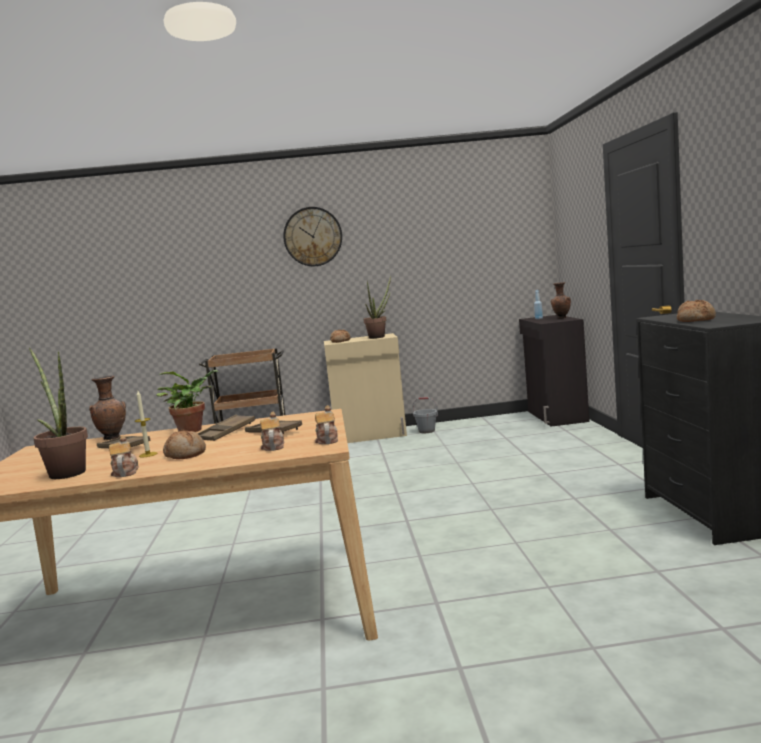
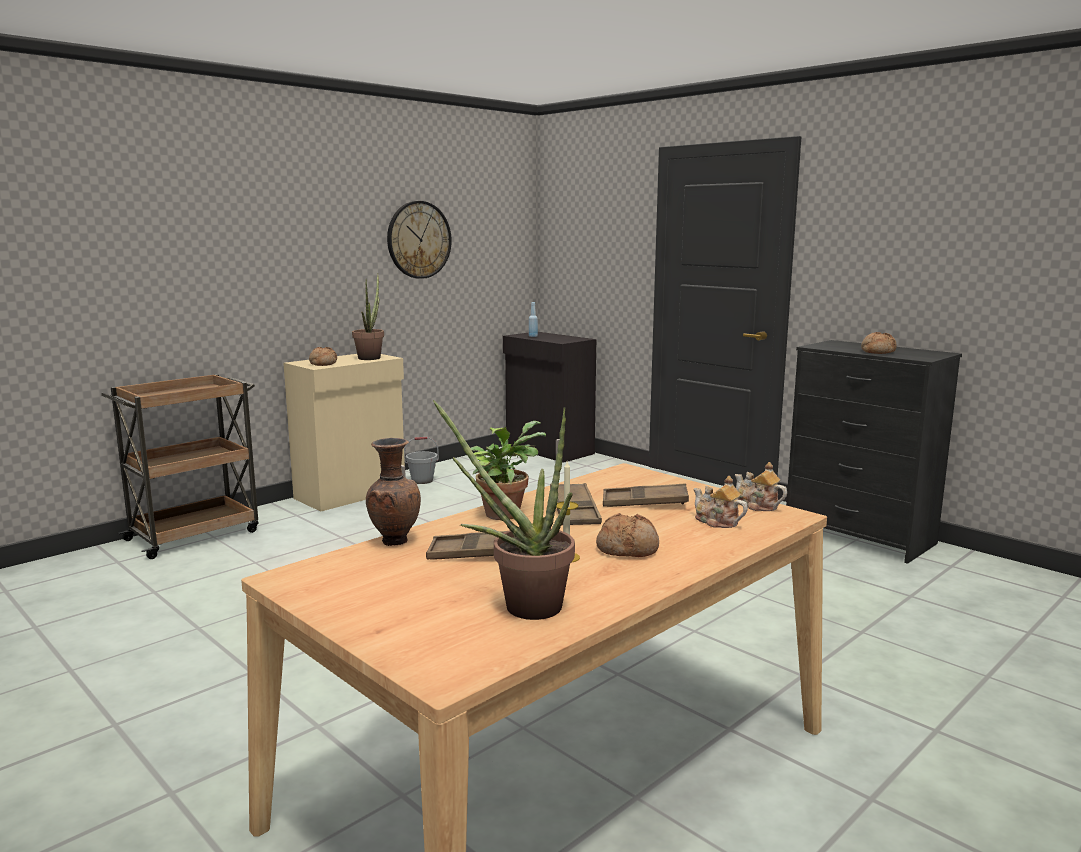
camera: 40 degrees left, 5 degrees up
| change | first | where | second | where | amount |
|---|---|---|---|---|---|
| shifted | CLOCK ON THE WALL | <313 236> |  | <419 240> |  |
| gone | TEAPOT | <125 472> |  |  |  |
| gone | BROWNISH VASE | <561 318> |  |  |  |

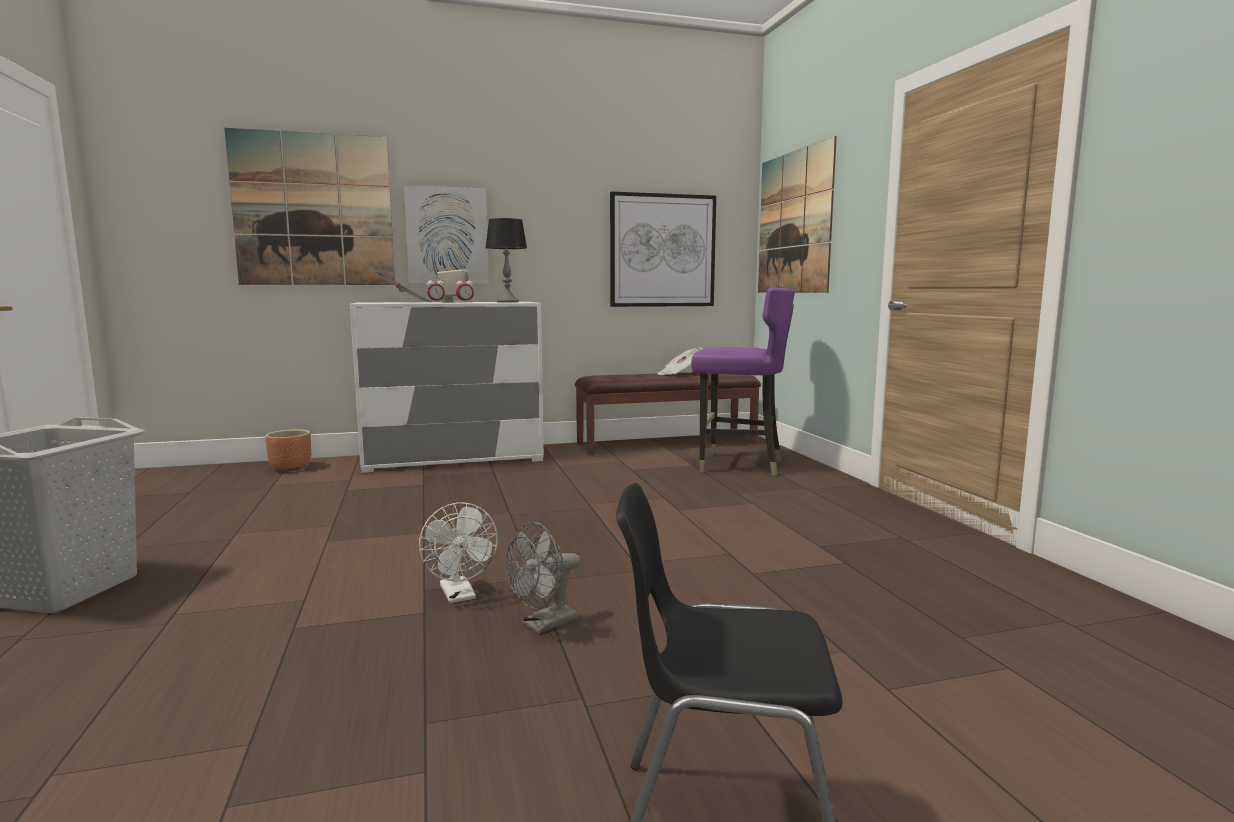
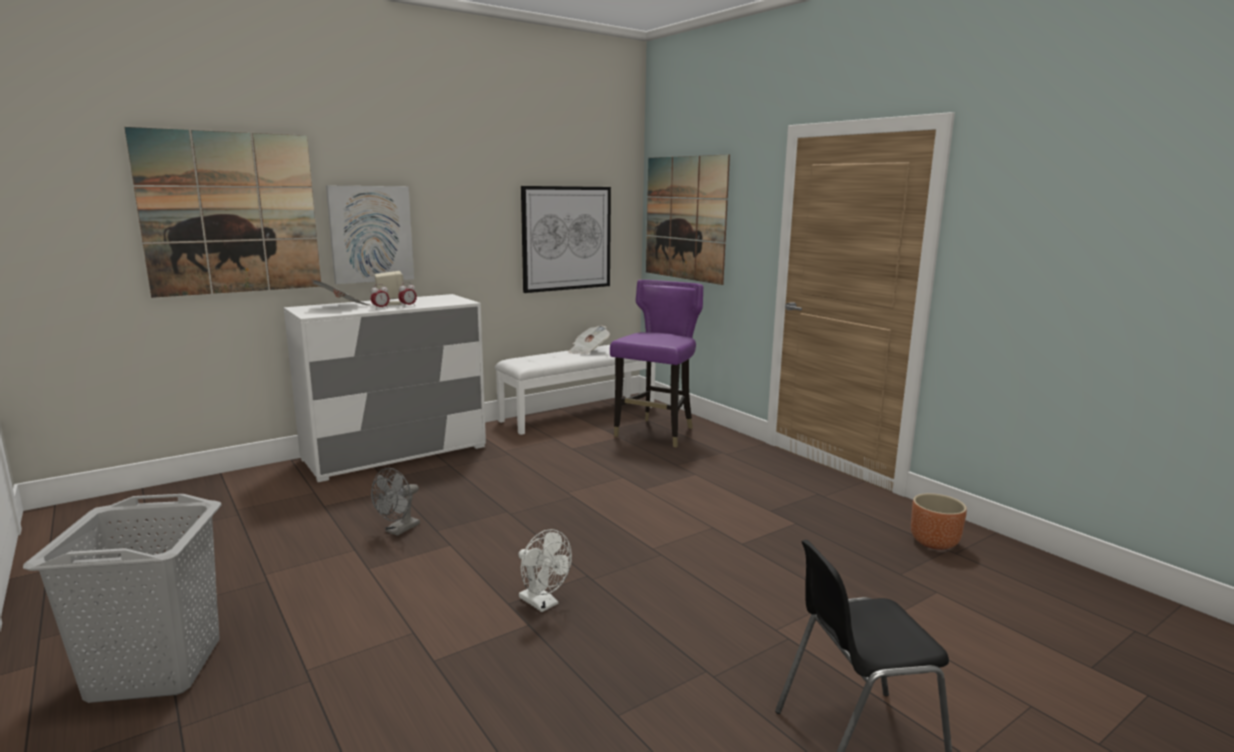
camera: 20 degrees left, 5 degrees up
| change | first | where | second | where | amount |
|---|---|---|---|---|---|
| shifted | GREYISH ELECTRIC FAN | <544 625> |  | <399 530> |  |
| repainted | BROWNISH INDOOR BENCH | <666 443> | WHITISH INDOOR BENCH | <578 413> |  |
| rotated | PURPLISH PLAIN CHAIR | <738 465> |  | <656 433> | 60 degrees counterclockwise |
| shifted | BROWNISH PLANT POT | <290 468> |  | <933 542> |  |
| gone | TABLETOP LAMP | <507 302> |  |  |  |

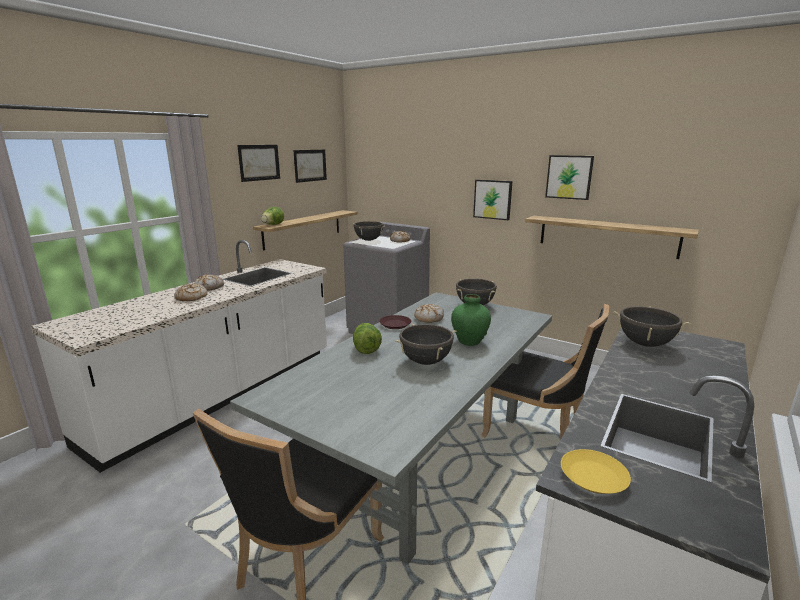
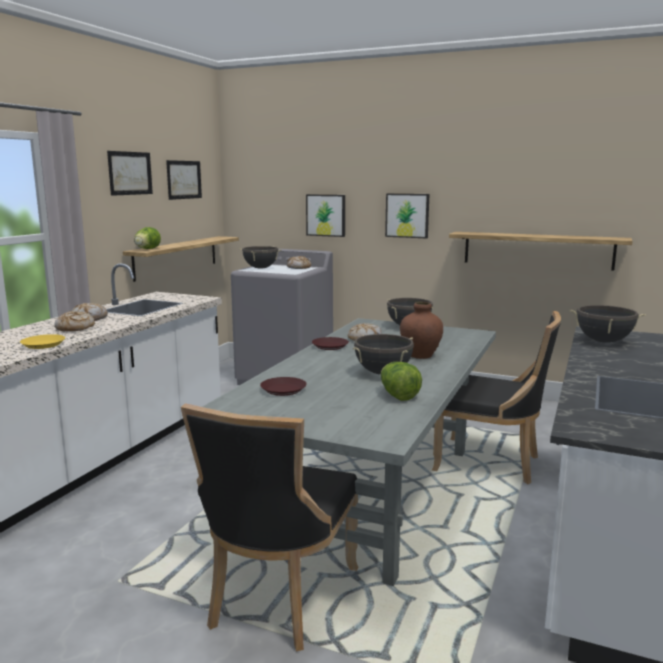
camera: 10 degrees left, 5 degrees down
| change | first | where | second | where | amount |
|---|---|---|---|---|---|
| shifted | YELLOW FLAT DISH | <594 477> |  | <43 345> |  |
| new |  |  | BROWNISH FLAT DISH | <283 390> |  |
| shifted | WALL ART | <569 177> |  | <326 215> |  |
| shifted | LETTUCE HEAD | <366 348> |  | <398 395> |  |
| repainted | GREEN VASE | <469 341> | BROWNISH VASE | <420 355> |  |

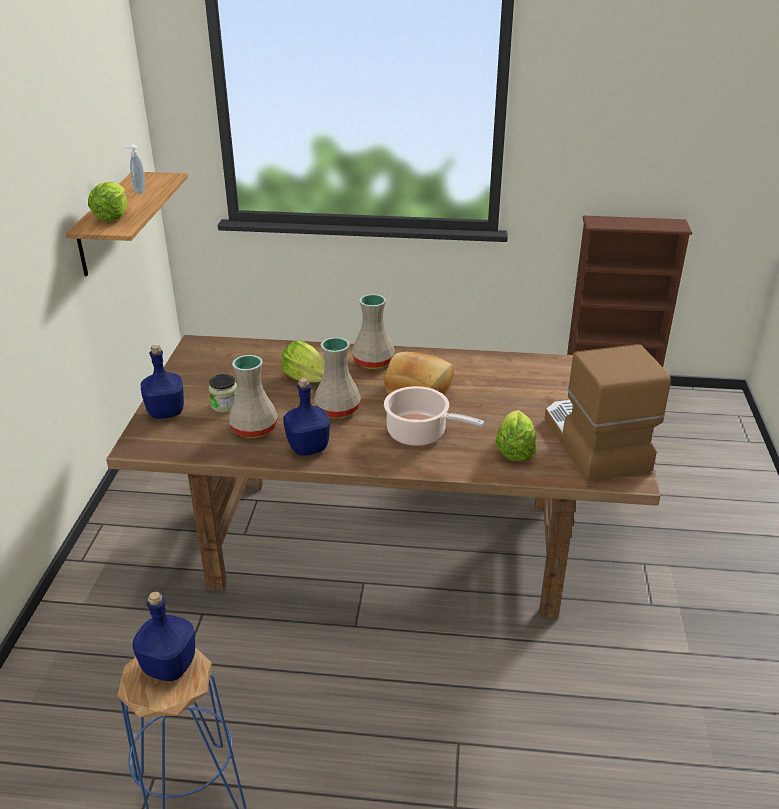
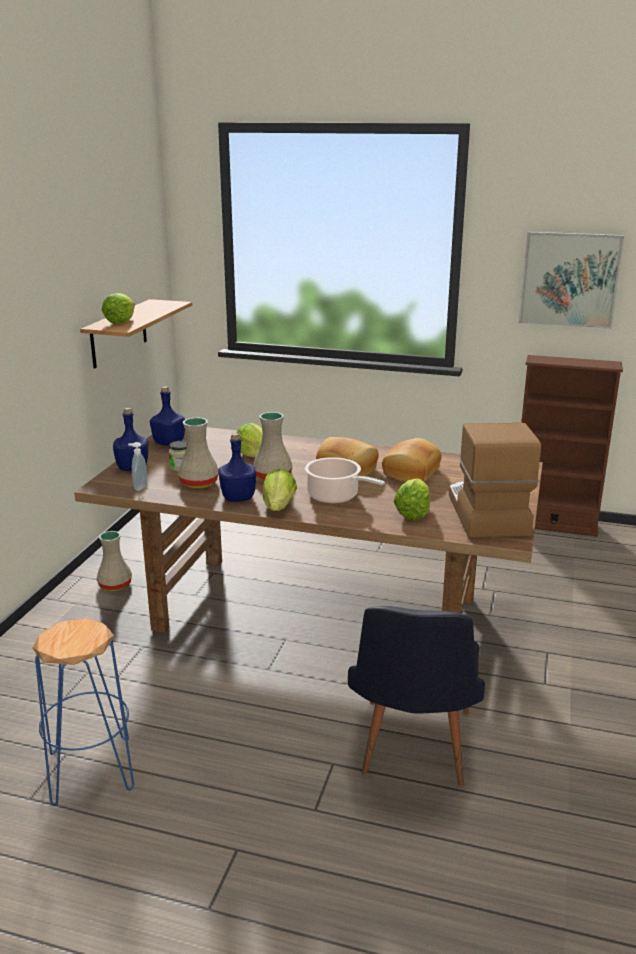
camera: 10 degrees right, 10 degrees down
| change | first | where | second | where | amount |
|---|---|---|---|---|---|
| shifted | BEIGE VASE | <374 362> |  | <115 585> |  |
| shifted | SOAP BOTTLE | <139 191> |  | <139 487> |  |
| shifted | BLUE-COLOURED BOTTLE | <168 666> |  | <168 442> |  |
| new |  |  | LETTUCE HEAD | <279 507> |  |
| new |  |  | BLACKISH PLAIN CHAIR | <412 751> |  |
| new |  |  | BREAD | <410 472> |  |
| new |  |  | WALL ART | <569 279> |  |

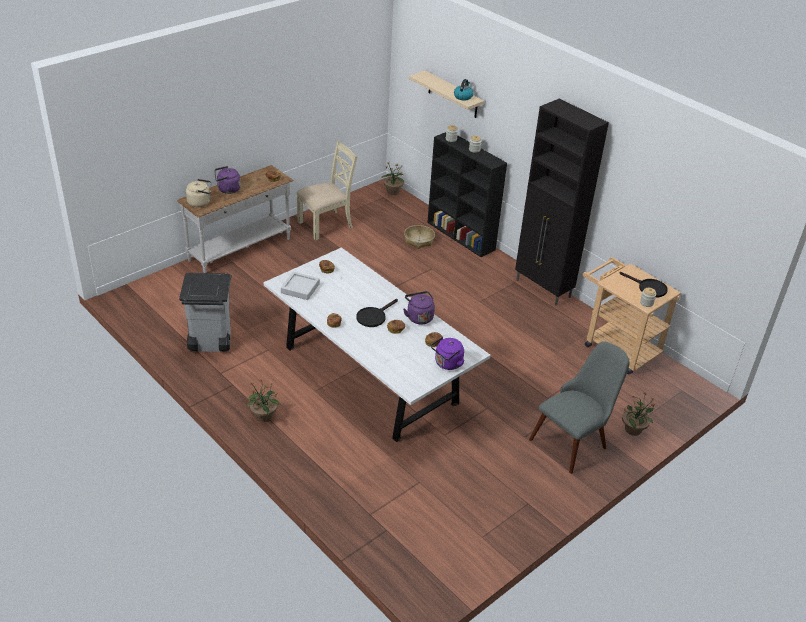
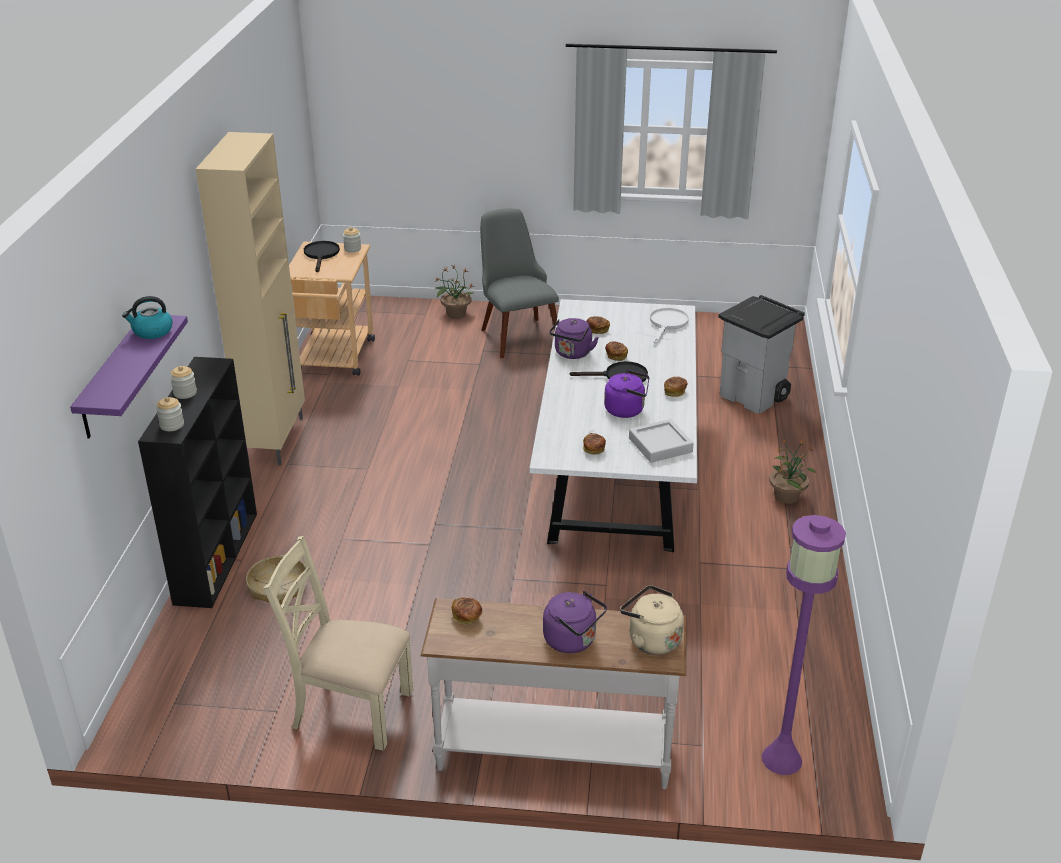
camera: 130 degrees left, 5 degrees down
| change | first | where | second | where | amount |
|---|---|---|---|---|---|
| repainted | BEIGE SHELF | <453 95> | PURPLISH SHELF | <112 377> |  |
| repainted | BLACKISH STORAGE CABINET | <543 289> | BEIGE STORAGE CABINET | <276 439> |  |
| rotated | GREYISH PLAIN CHAIR | <574 439> |  | <516 332> | 60 degrees clockwise |
| shifted | PURPLISH WATER KETTLE | <447 364> |  | <627 410> |  |
| new |  |  | WHITISH FRYING PAN | <667 324> |  |
| shifted | GREYISH RUBBISH BIN | <210 342> |  | <754 396> |  |
| new |  |  | PURPLISH STANDARD LAMP | <782 759> |  |
| gone | HOUSEPLANT | <393 192> |  |  |  |

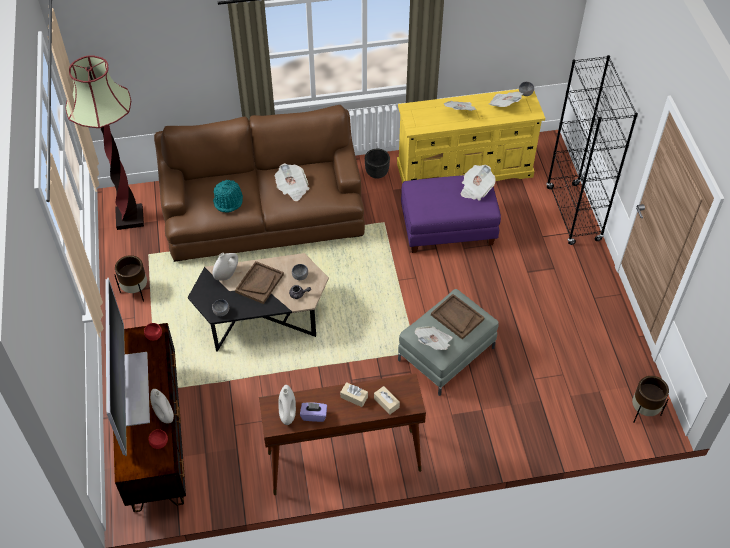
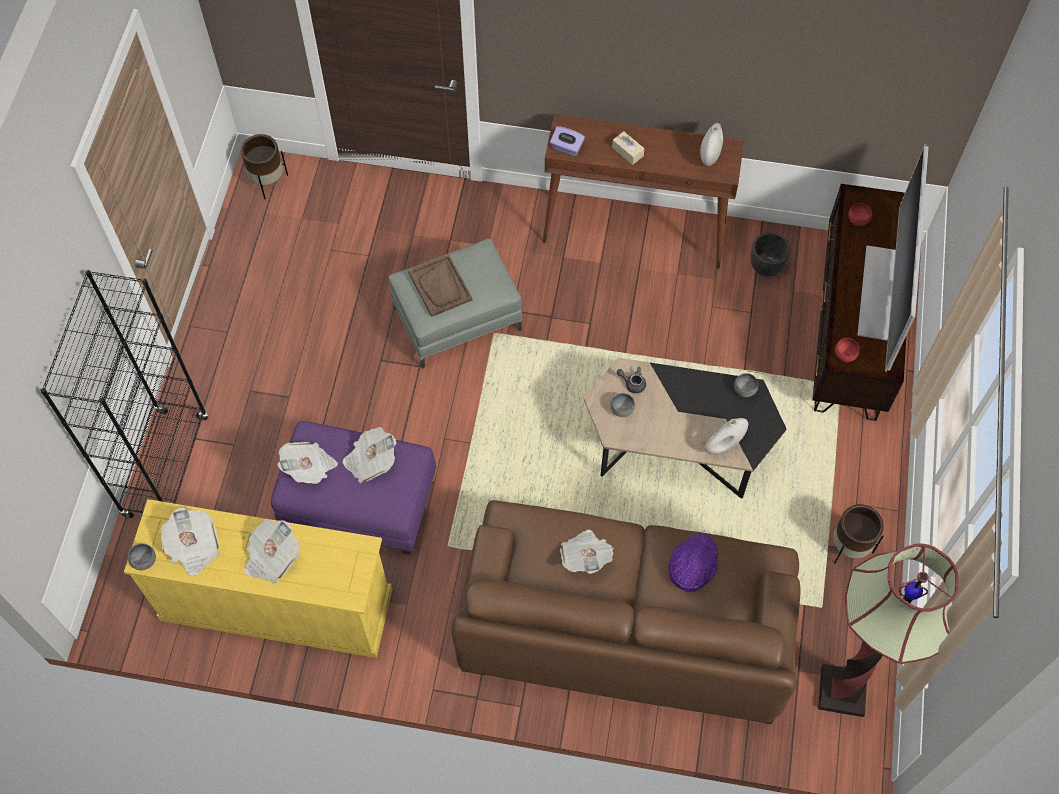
camera: 160 degrees left, 10 degrees up
| change | first | where | second | where | amount |
|---|---|---|---|---|---|
| shifted | DAILY PAPER | <434 343> |  | <370 461> |  |
| shifted | PURPLISH TISSUE HOLDER | <314 415> |  | <566 148> |  |
| repainted | TURQUOISE CLOTHING HAT | <228 201> | PURPLISH CLOTHING HAT | <691 566> |  |
| shifted | BLACKISH PLANT POT | <377 173> |  | <766 267> |  |
| gone | WHITISH VASE | <164 415> |  |  |  |
| gone | BROWNISH CARRYING TRAY | <259 283> |  |  |  |
| gone | BEIGE TISSUE HOLDER | <386 403> |  |  |  |

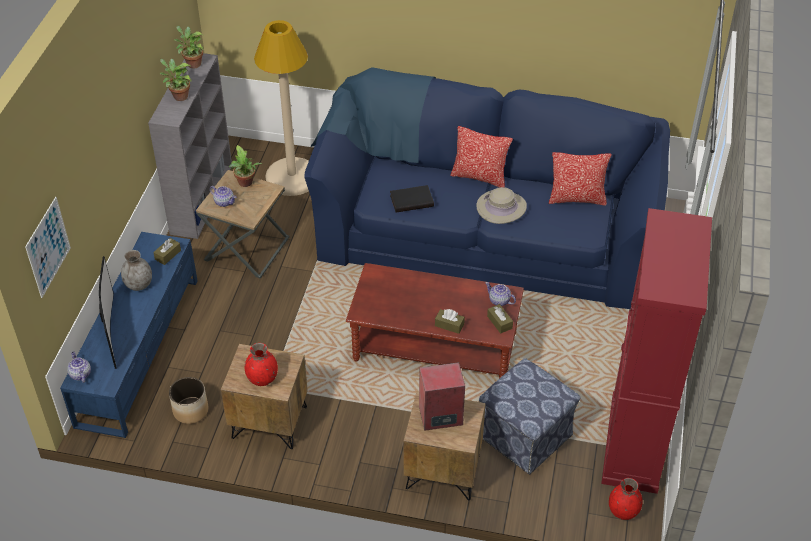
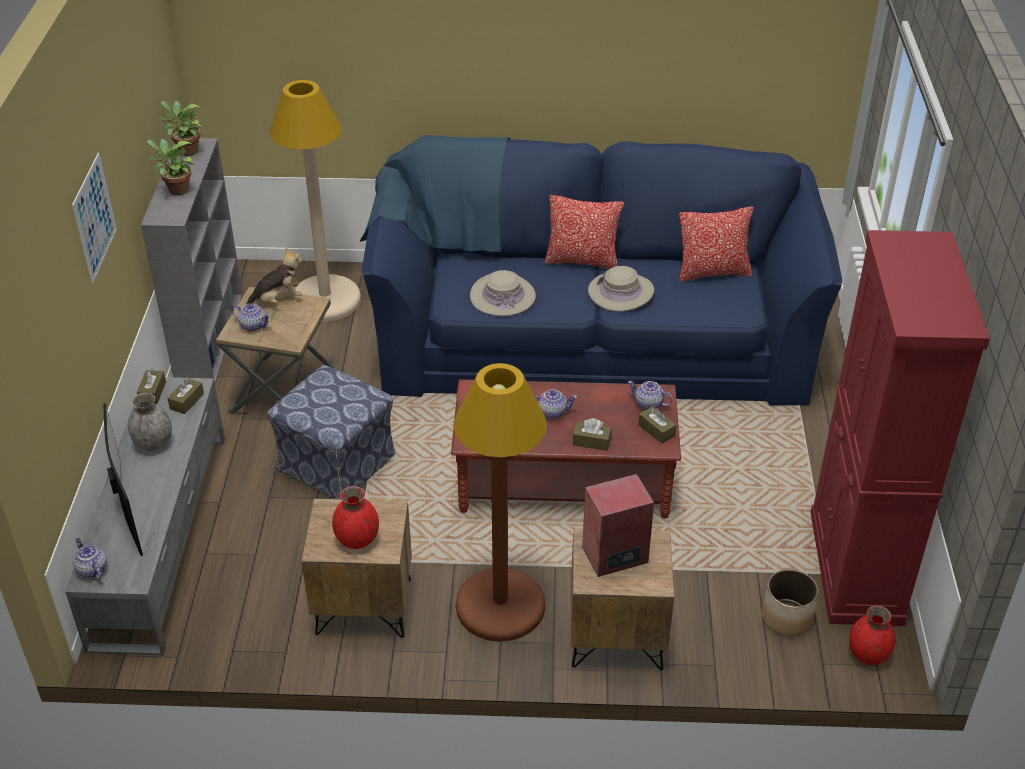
camera: 10 degrees left, 5 degrees down
| change | first | where | second | where | amount |
|---|---|---|---|---|---|
| repainted | BLUE-COLOURED TV UNIT | <139 349> | GREYISH TV UNIT | <161 536> |  |
| shifted | WALL ART | <48 247> |  | <94 217> |  |
| new |  |  | BROWNISH TISSUE HOLDER | <152 392> |  |
| swapped | HOUSEPLANT | <246 184> | CUDDLY TOY | <277 300> |  |
| shifted | OTTOMAN | <525 436> |  | <337 462> |  |
| new |  |  | BROWNISH STANDARD LAMP | <500 605> |  |
| swapped | BLACKISH VOLUME | <411 200> | BEIGE CLOTHING HAT | <502 296> |  |
| new |  |  | TEAPOT | <552 412> |  |
| shifted | PLANT POT | <190 411> |  | <786 618> |  |

